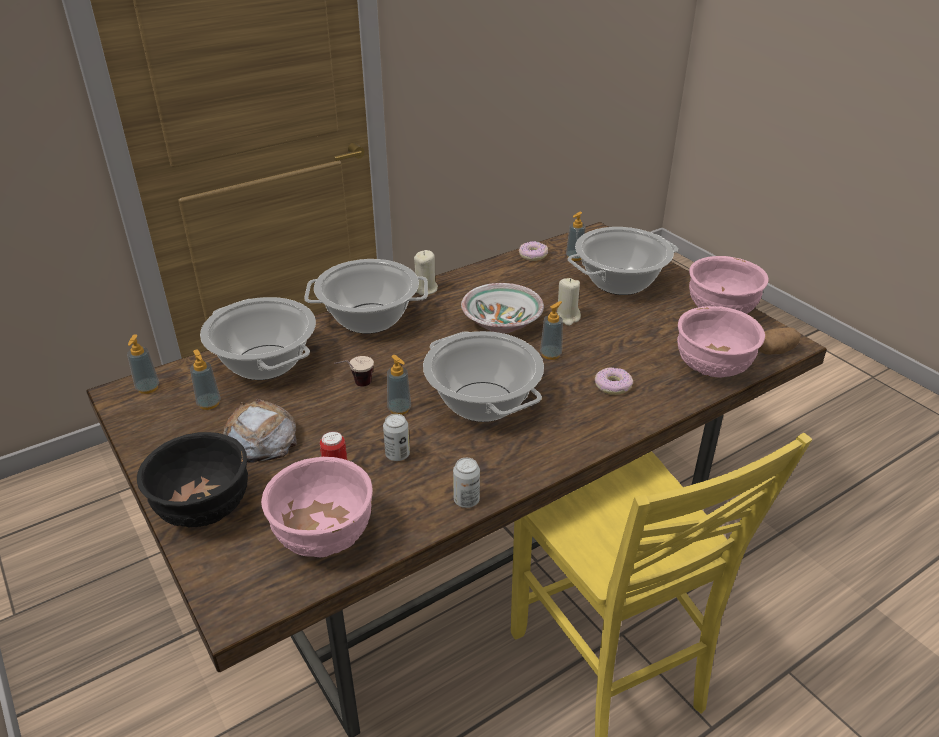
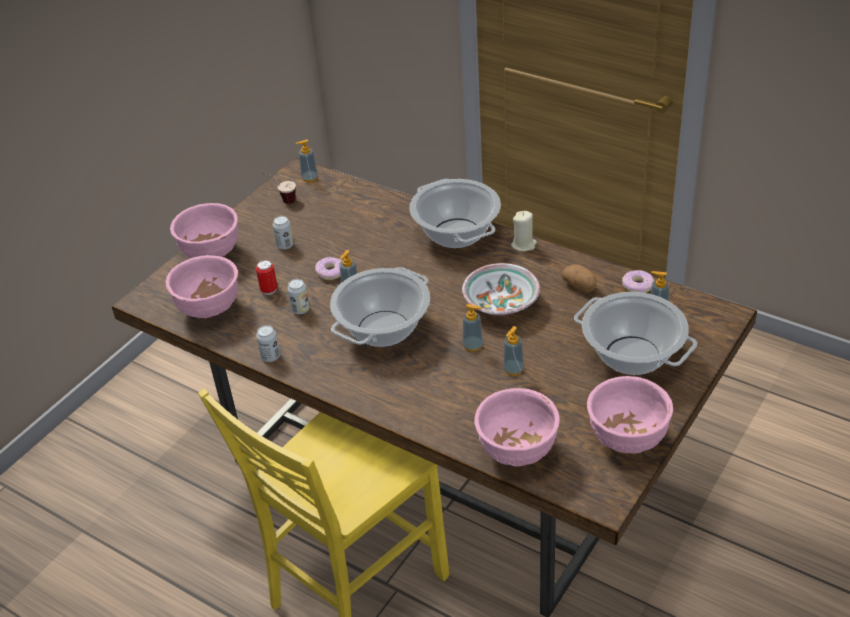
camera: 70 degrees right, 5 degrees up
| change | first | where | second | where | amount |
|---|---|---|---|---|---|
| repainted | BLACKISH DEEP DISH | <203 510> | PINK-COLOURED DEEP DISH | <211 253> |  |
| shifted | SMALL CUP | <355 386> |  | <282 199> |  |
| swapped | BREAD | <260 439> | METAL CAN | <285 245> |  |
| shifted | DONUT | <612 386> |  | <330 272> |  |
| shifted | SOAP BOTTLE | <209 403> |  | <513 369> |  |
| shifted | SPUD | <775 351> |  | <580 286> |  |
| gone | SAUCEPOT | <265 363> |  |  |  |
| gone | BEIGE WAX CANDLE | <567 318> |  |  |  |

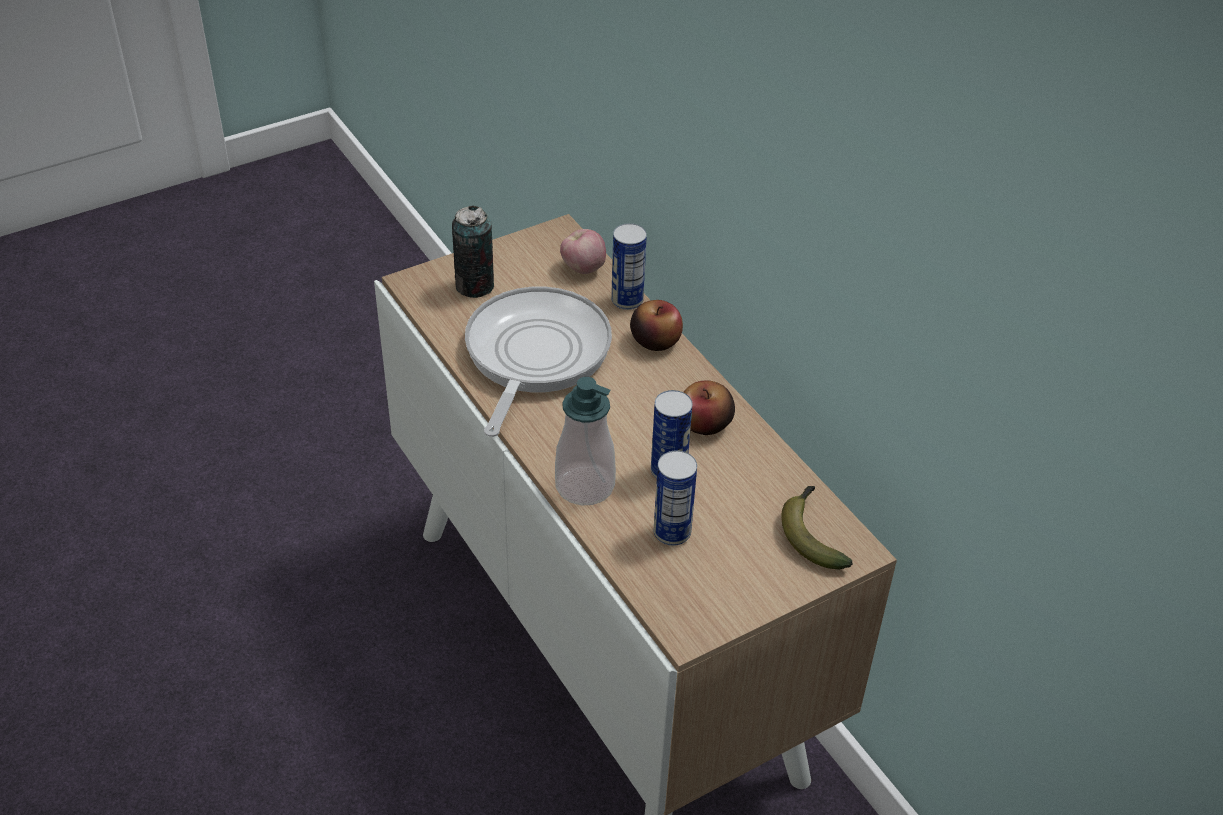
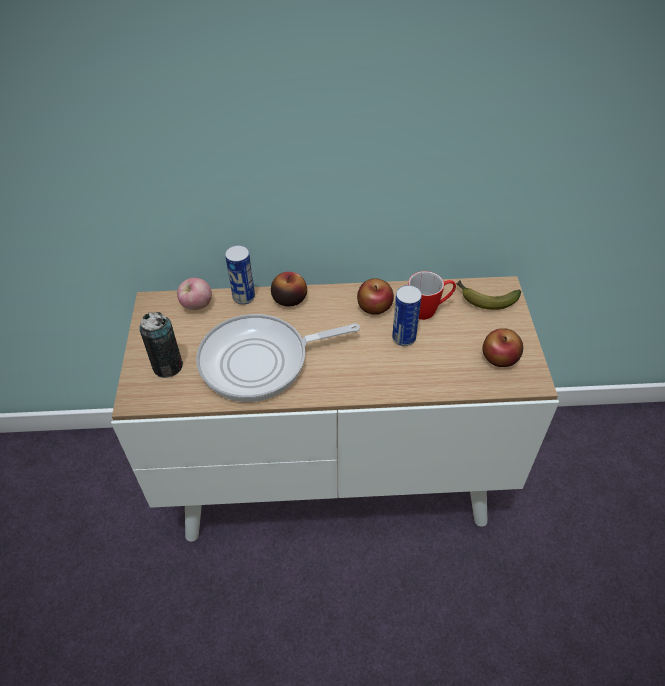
camera: 60 degrees left, 5 degrees up
| change | first | where | second | where | amount |
|---|---|---|---|---|---|
| rotated | FRYING PAN | <534 356> |  | <261 361> | 60 degrees counterclockwise |
| new |  |  | MUG | <429 310> |  |
| new |  |  | APPLE FRUIT | <500 357> |  |
| gone | SOAP BOTTLE | <585 486> |  |  |  |
| gone | METAL CAN | <672 532> |  |  |  |

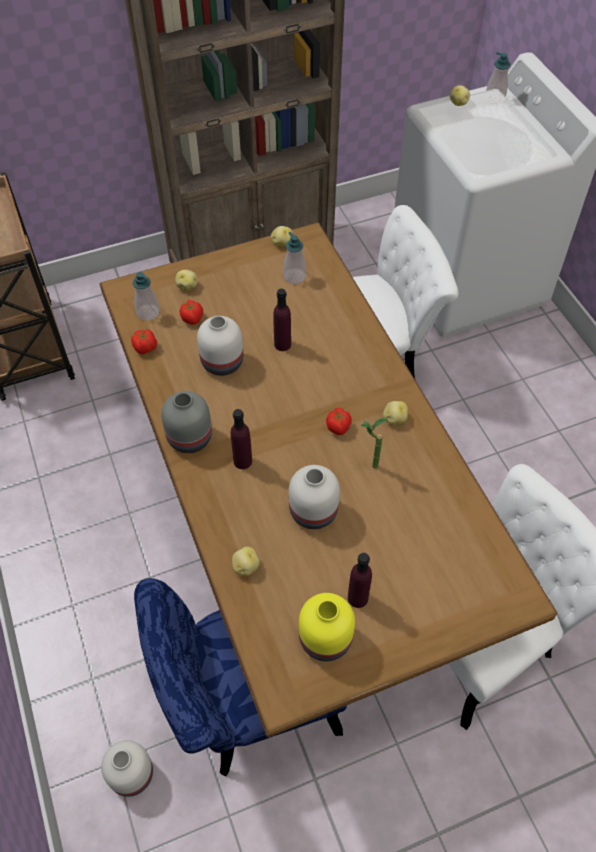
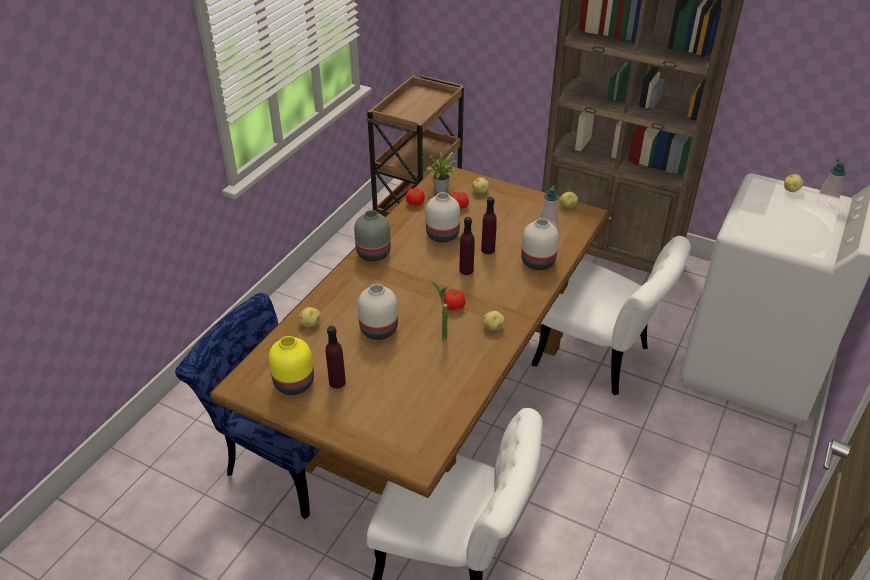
camera: 50 degrees right, 15 degrees down
| change | first | where | second | where | amount |
|---|---|---|---|---|---|
| swapped | SOAP BOTTLE | <148 313> | HOUSEPLANT | <441 190> |  |
| shifted | PURPLISH BOTTLE | <242 461> |  | <466 270> |  |
| shifted | WHITISH VASE | <131 774> |  | <537 261> |  |

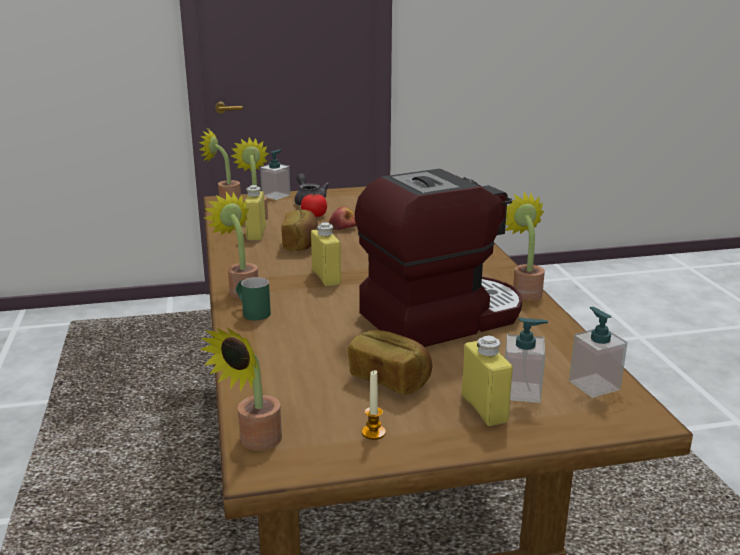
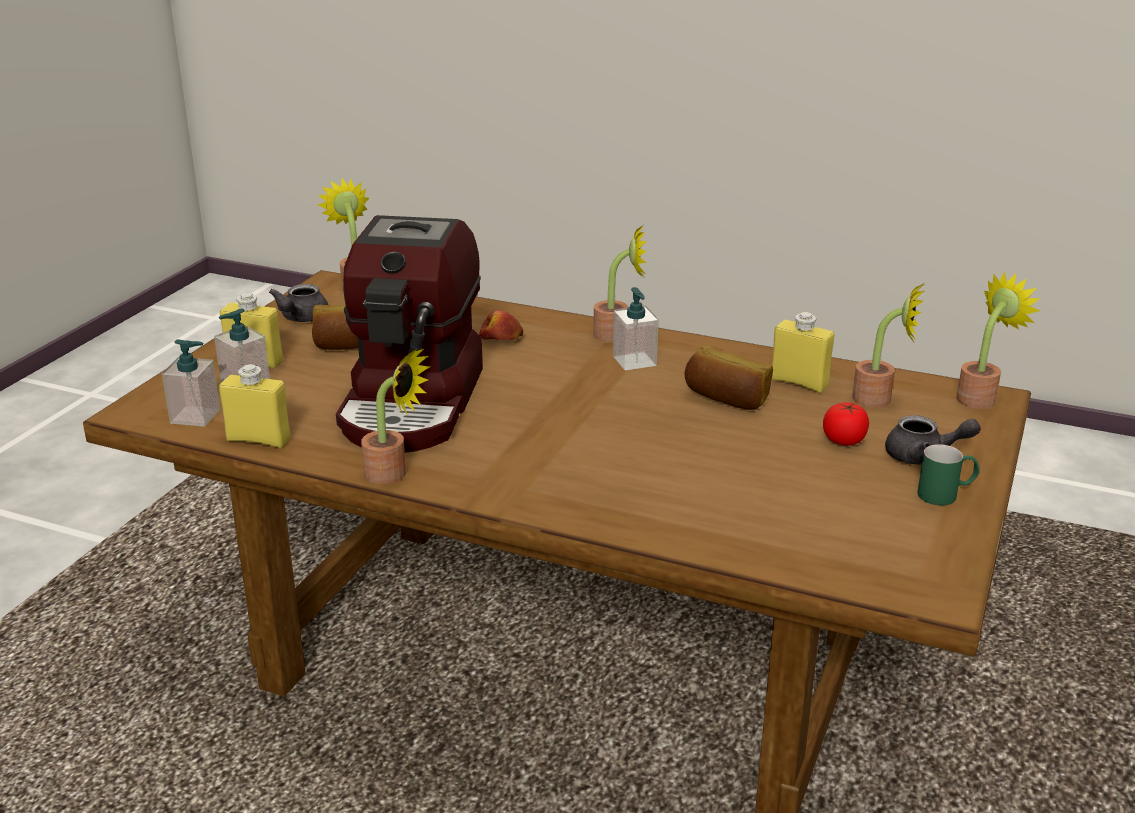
camera: 125 degrees right, 5 degrees up
| change | first | where | second | where | amount |
|---|---|---|---|---|---|
| shifted | YELLOW BOTTLE | <326 277> |  | <258 439> |  |
| swapped | WAX CANDLE | <373 432> | GREYISH TEAPOT | <301 319> |  |
| shifted | APPLE FRUIT | <343 227> |  | <501 339> |  |
| shifted | SOAP BOTTLE | <276 195> |  | <634 361> |  |
| shifted | GREEN MUG | <252 312> |  | <946 494> |  |

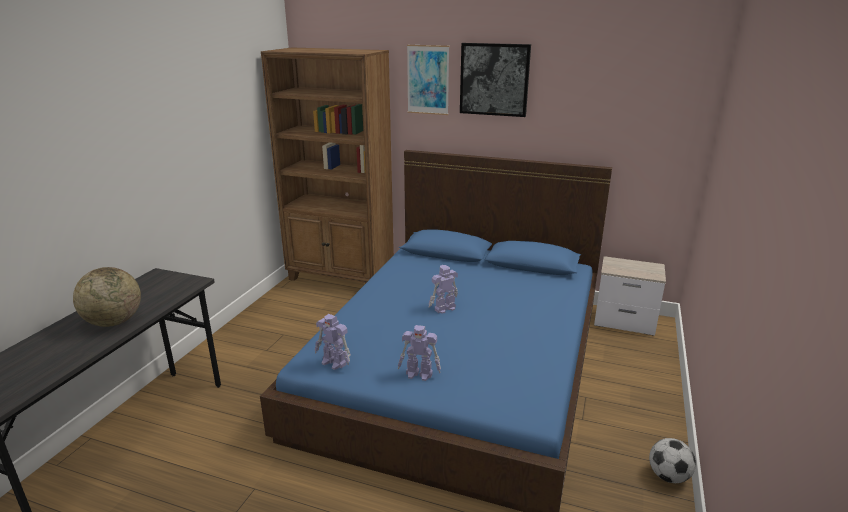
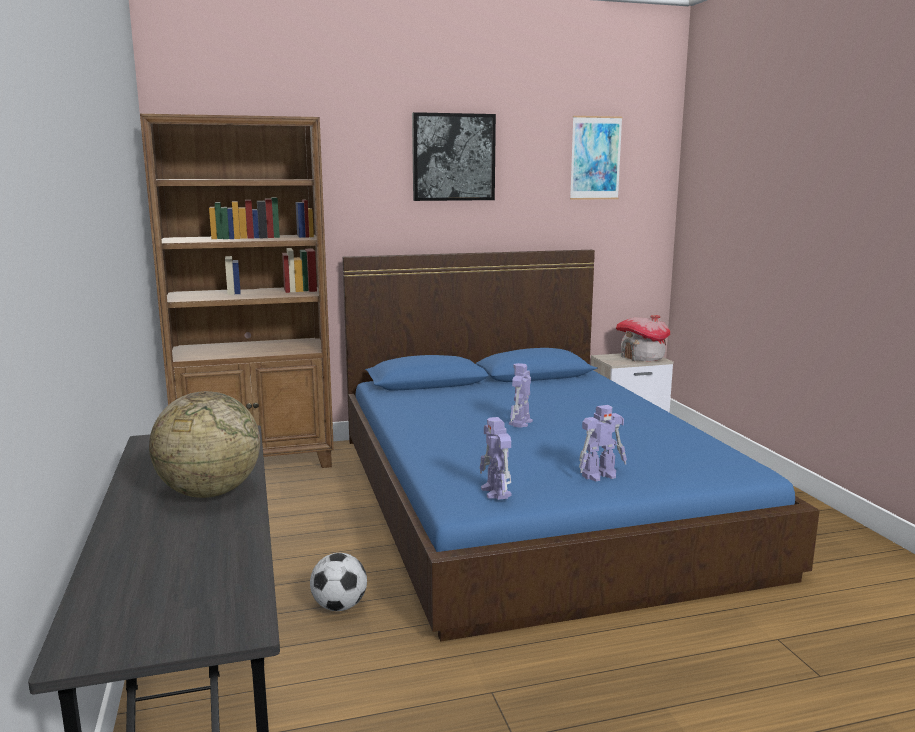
camera: 35 degrees left, 10 degrees down
| change | first | where | second | where | amount |
|---|---|---|---|---|---|
| shifted | FOOTBALL | <668 476> |  | <339 606> |  |
| rotated | TOY ROBOT | <334 363> |  | <496 492> | 75 degrees clockwise |
| shifted | WALL ART | <428 80> |  | <595 158> |  |
| new |  |  | TOY HOUSE | <642 357> |  |

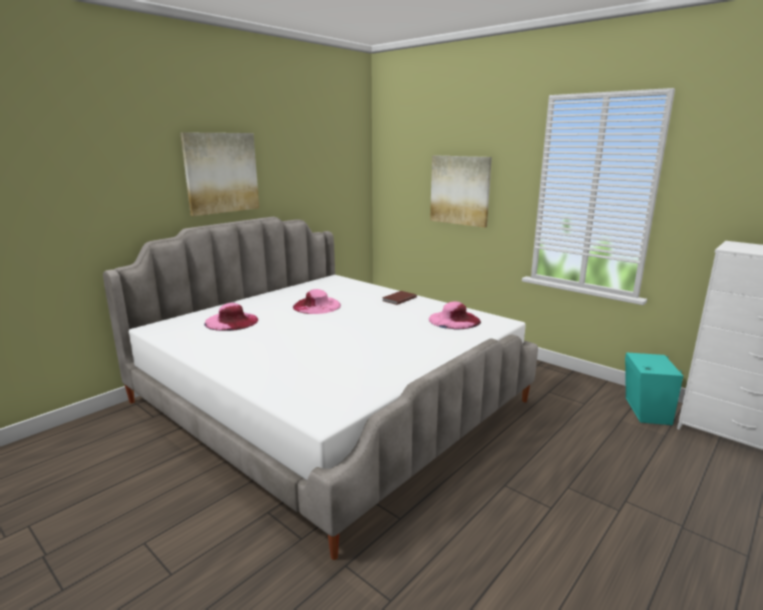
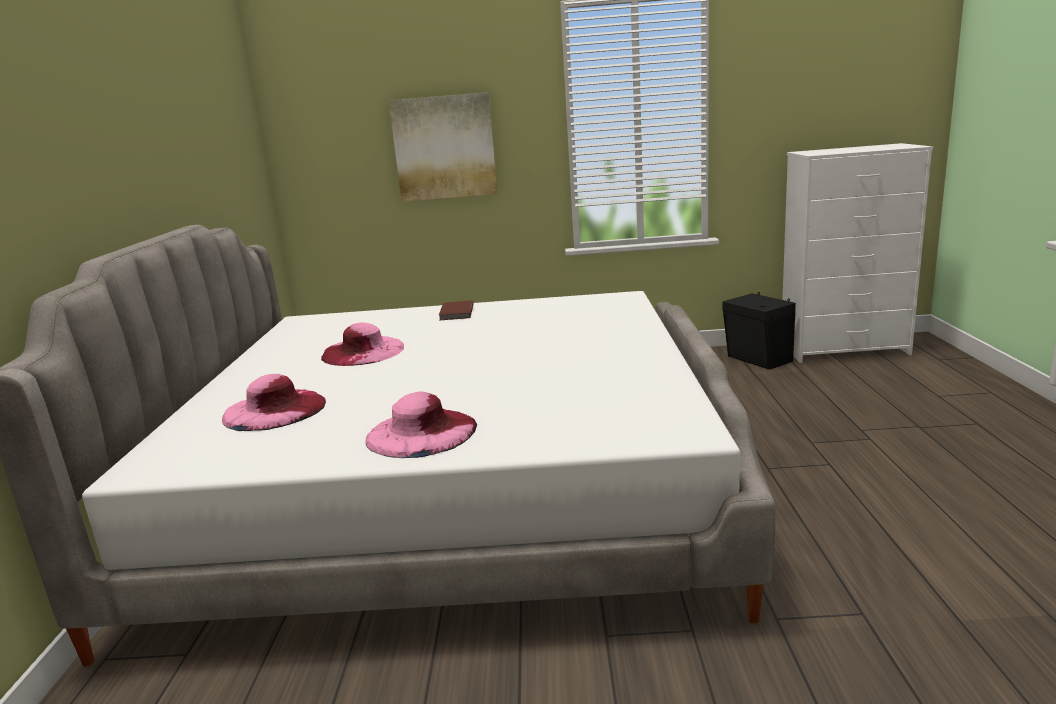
camera: 40 degrees left, 0 degrees up
| change | first | where | second | where | amount |
|---|---|---|---|---|---|
| shifted | PINK-COLOURED CLOTHING HAT | <454 320> |  | <421 432> |  |
| repainted | TURQUOISE SPEAKER | <645 411> | BLACKISH SPEAKER | <758 360> |  |
| gone | WALL ART | <221 173> |  |  |  |

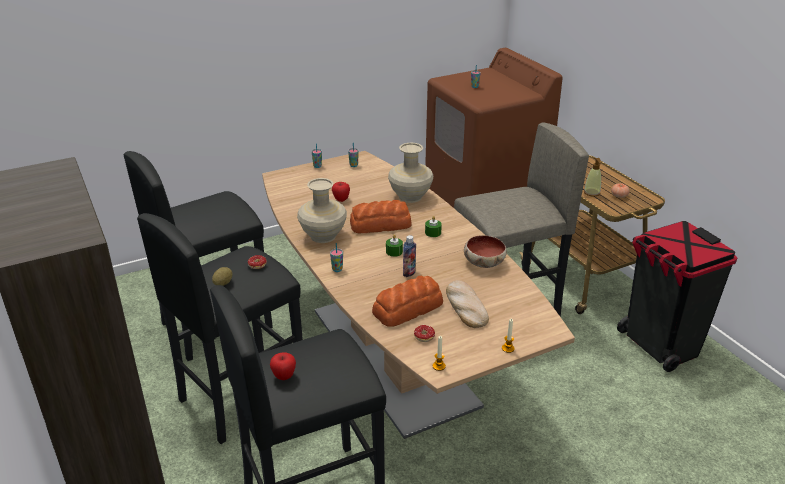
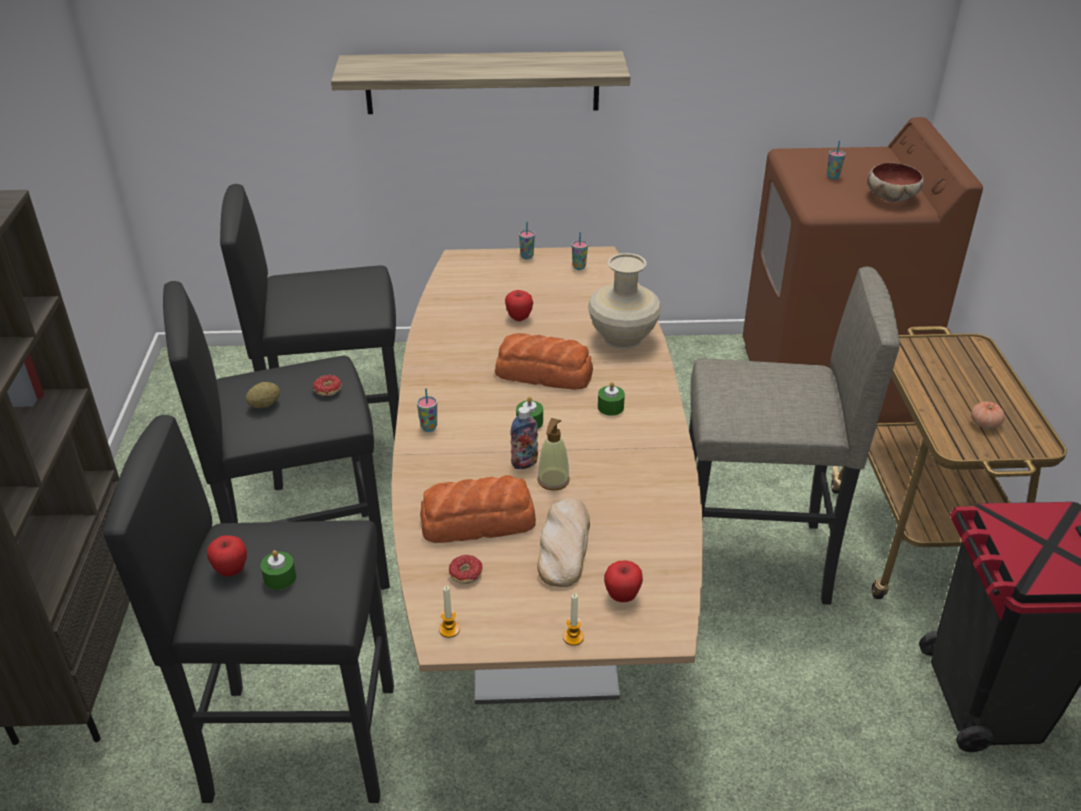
camera: 25 degrees right, 5 degrees up
| change | first | where | second | where | amount |
|---|---|---|---|---|---|
| new |  |  | GREEN WAX CANDLE | <280 578> |  |
| new |  |  | SHELF | <482 82> |  |
| shifted | SOAP BOTTLE | <592 193> |  | <553 480> |  |
| new |  |  | APPLE FRUIT | <622 596> |  |
| shifted | DEEP DISH | <483 262> |  | <890 197> |  |
| gone | BEIGE VASE | <323 236> |  |  |  |

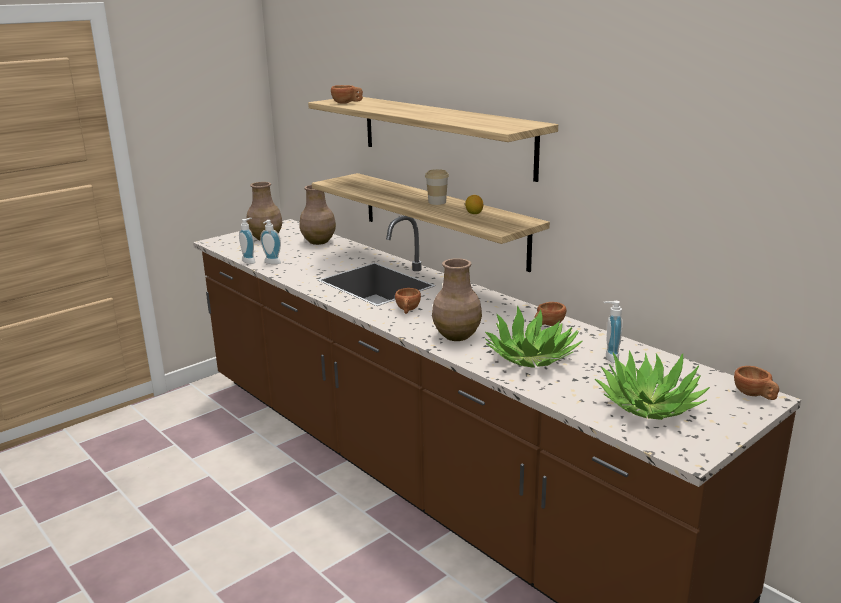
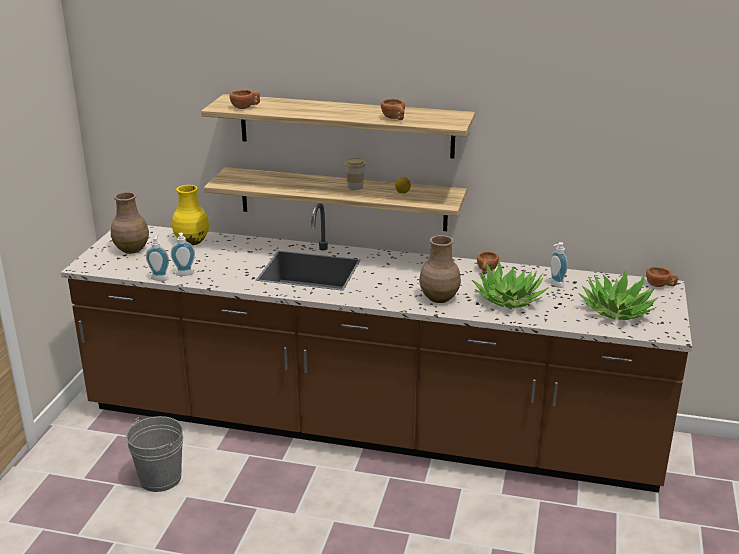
camera: 35 degrees left, 5 degrees up
| change | first | where | second | where | amount |
|---|---|---|---|---|---|
| new |  |  | GREYISH BUCKET | <160 478> |  |
| repainted | BROWNISH VASE | <318 241> | YELLOW VASE | <191 241> |  |
| shifted | BROWNISH SMALL CUP | <407 310> |  | <394 119> |  |

